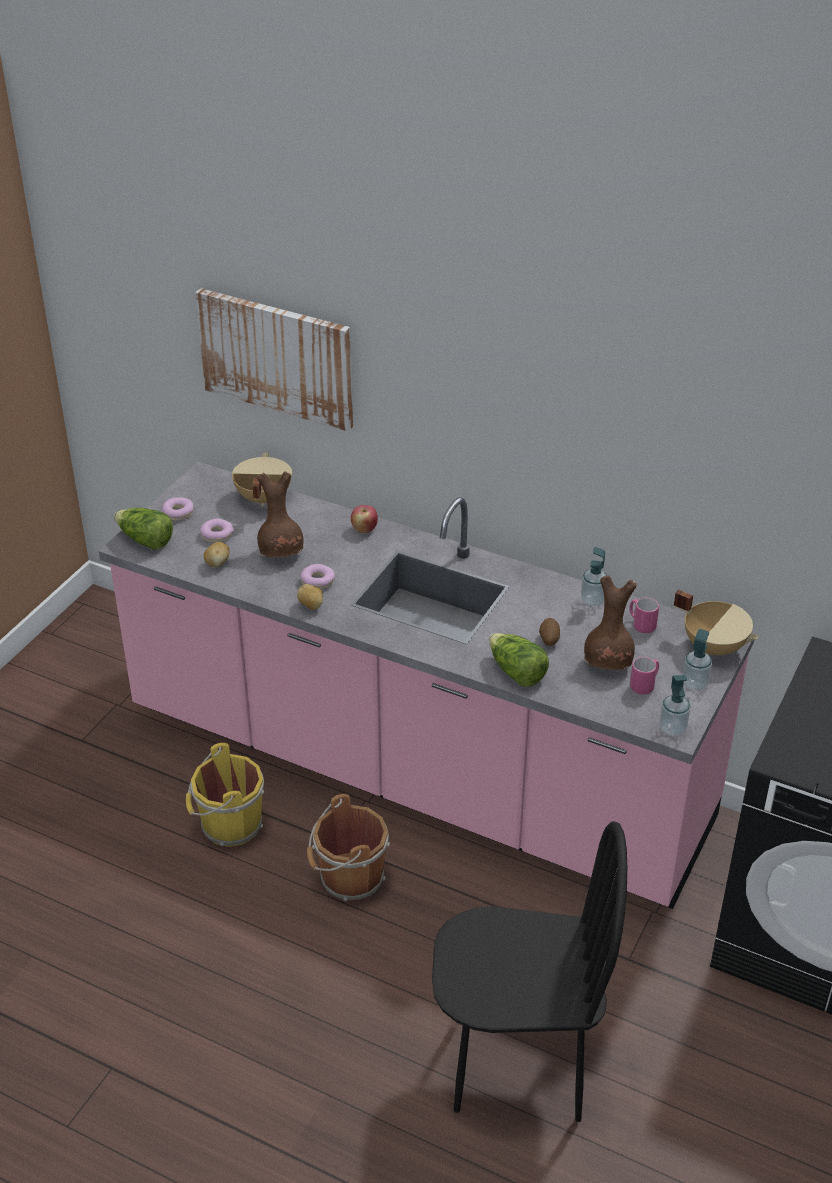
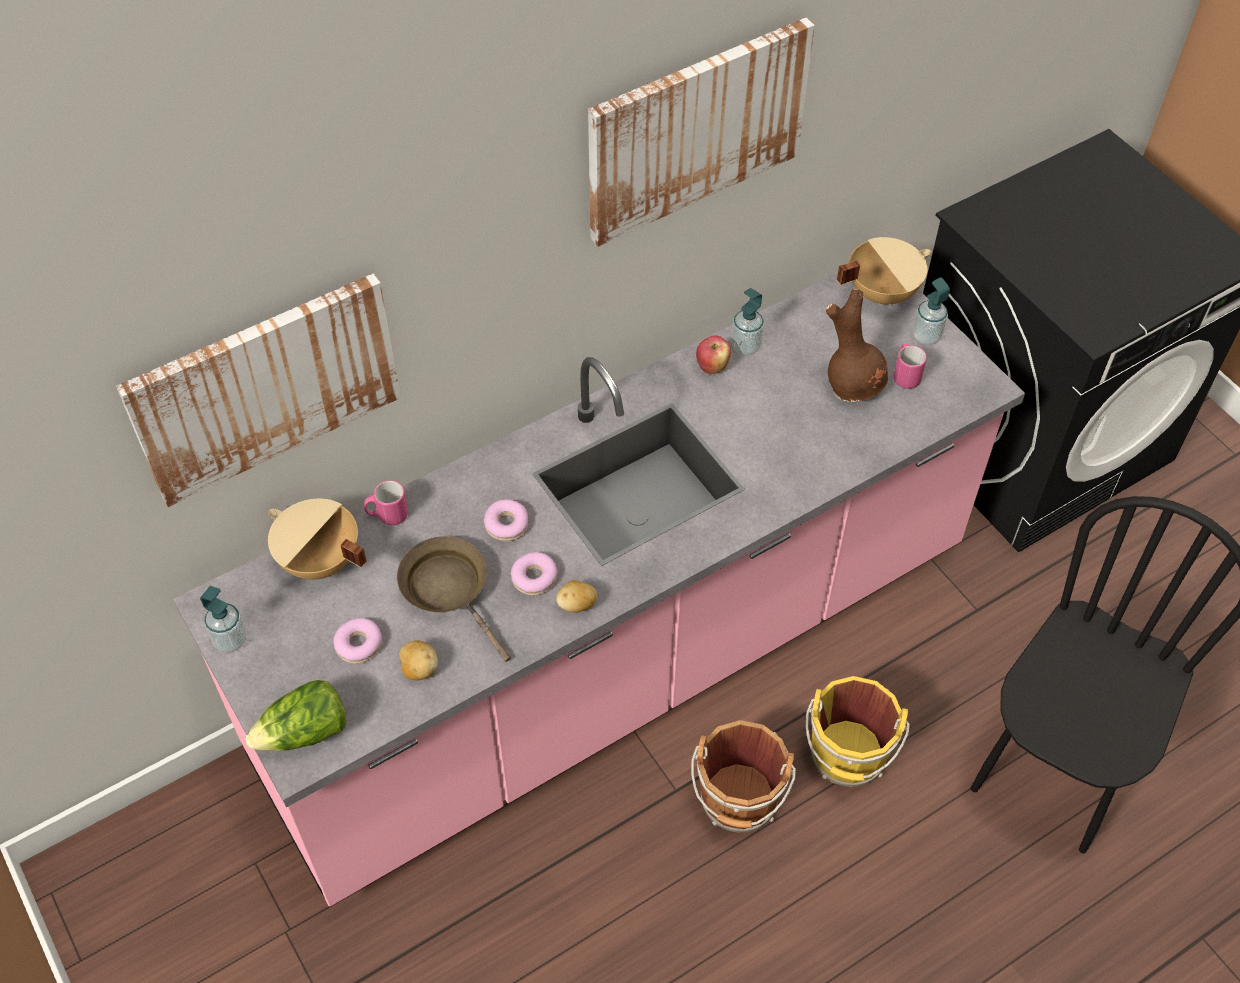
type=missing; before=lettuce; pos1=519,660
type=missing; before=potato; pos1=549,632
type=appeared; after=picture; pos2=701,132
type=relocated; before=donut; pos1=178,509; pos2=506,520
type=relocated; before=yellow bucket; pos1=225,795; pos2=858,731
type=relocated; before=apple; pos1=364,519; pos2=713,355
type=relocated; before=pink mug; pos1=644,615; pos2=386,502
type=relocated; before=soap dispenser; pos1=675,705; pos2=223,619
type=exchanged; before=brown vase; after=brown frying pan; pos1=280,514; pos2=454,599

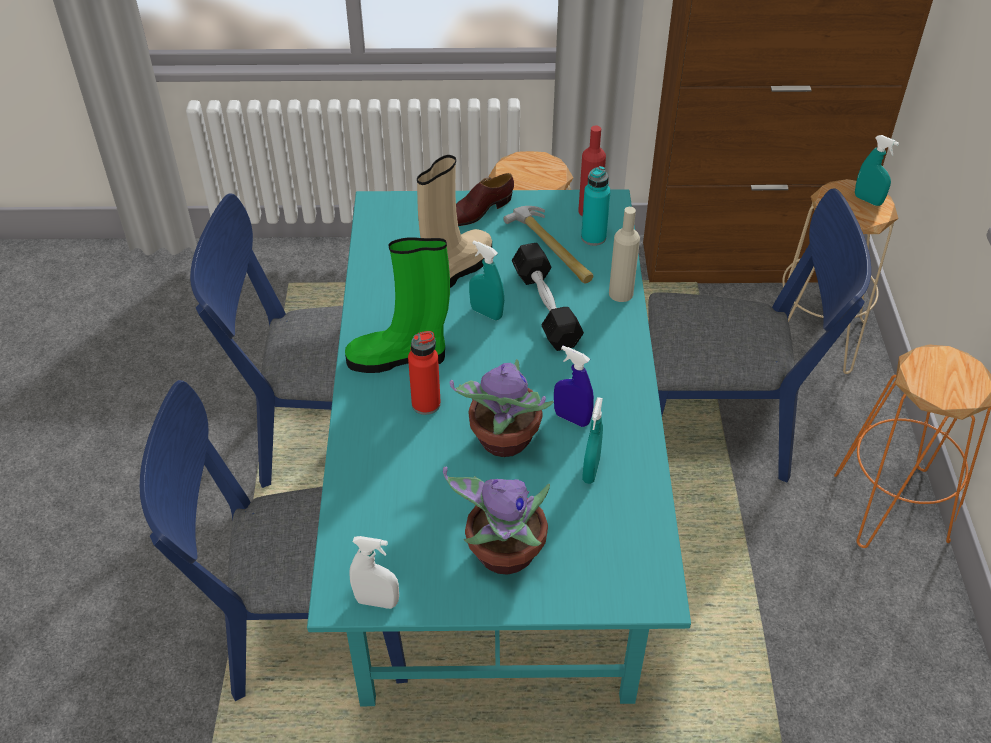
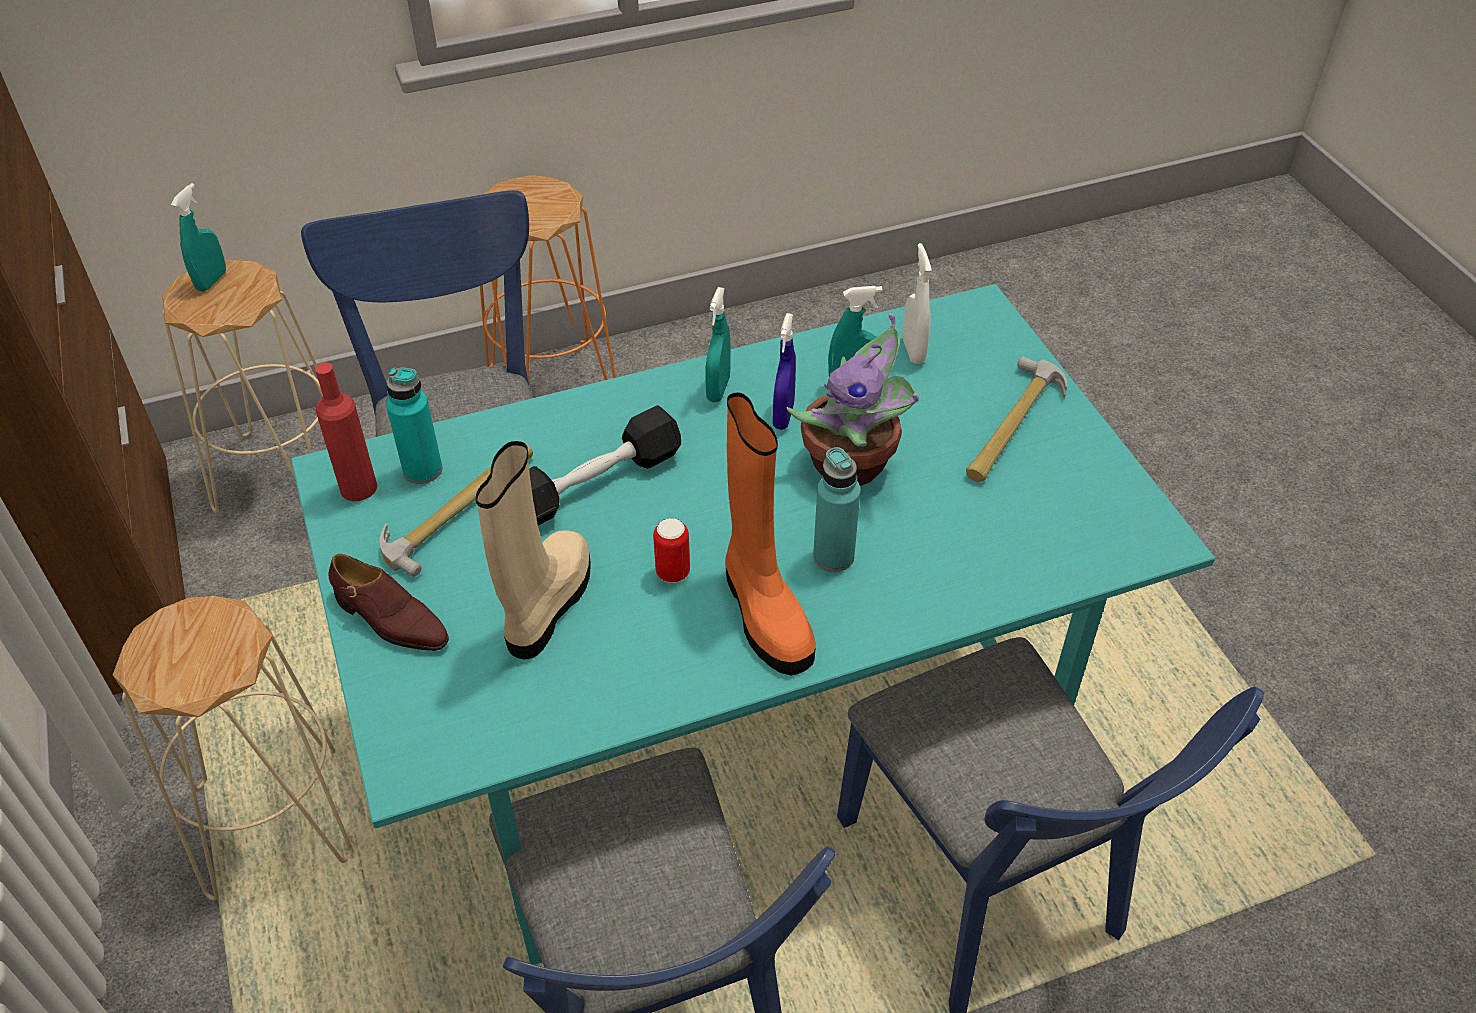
type=missing; before=beige bottle; pos1=624,254
type=appeared; after=can; pos2=671,550
type=relocated; before=white spray bottle; pos1=374,572; pos2=917,303
type=relocated; before=turquoise spray bottle; pos1=486,280; pos2=718,344
type=exchanged; before=potted plant; after=hammer; pos1=496,520; pos2=1016,419
type=colour; before=green boot; after=orange boot; pos1=397,305; pos2=770,534
type=colour; before=red bottle; after=turquoise bottle; pos1=424,373; pos2=837,509
type=spun; before=beige boot; pos1=454,221; pos2=533,550; turn=90

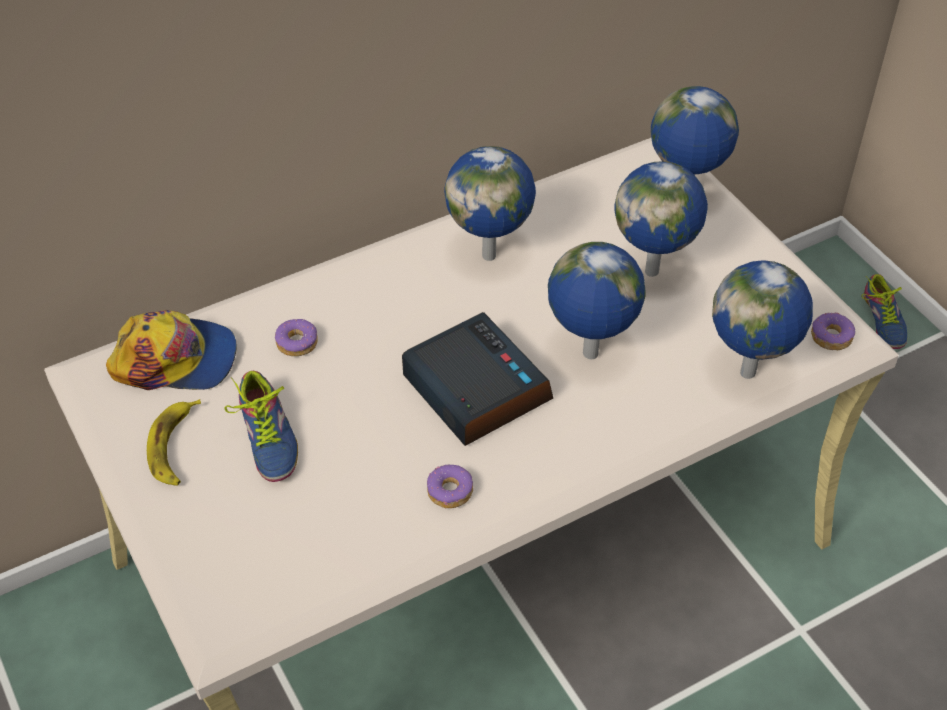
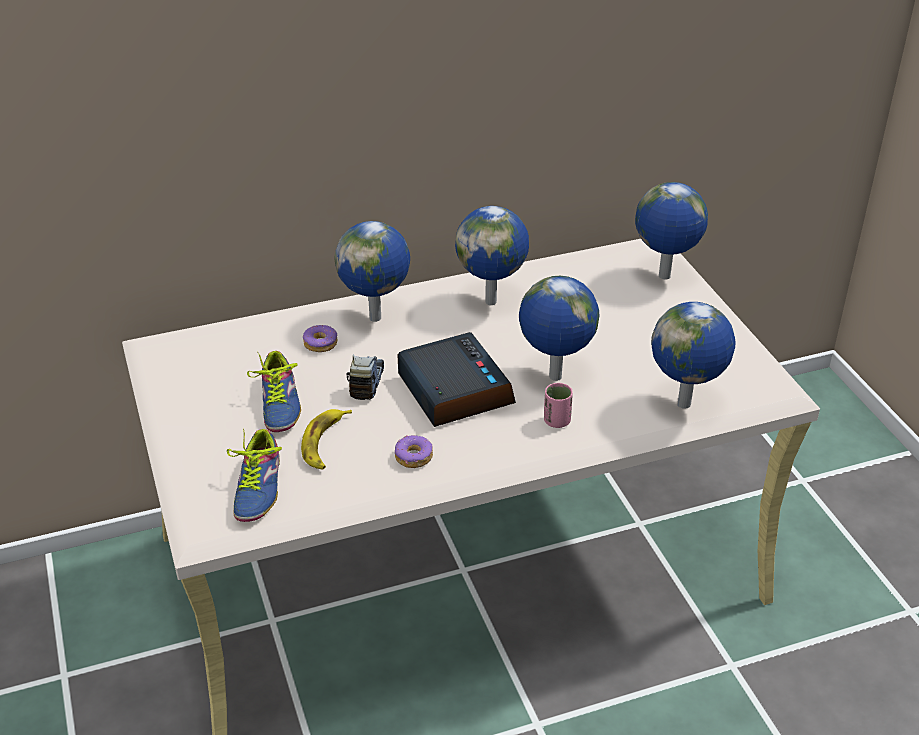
type=missing; before=cap; pos1=171,350
type=missing; before=donut; pos1=833,331
type=appeared; after=toy truck; pos2=365,377
type=appeared; after=pink cup; pos2=558,405
type=relocated; before=banana; pos1=174,442; pos2=326,439
type=relocated; before=globe; pos1=661,219; pos2=372,271
type=relocated; before=shoe; pos1=884,311; pos2=254,475

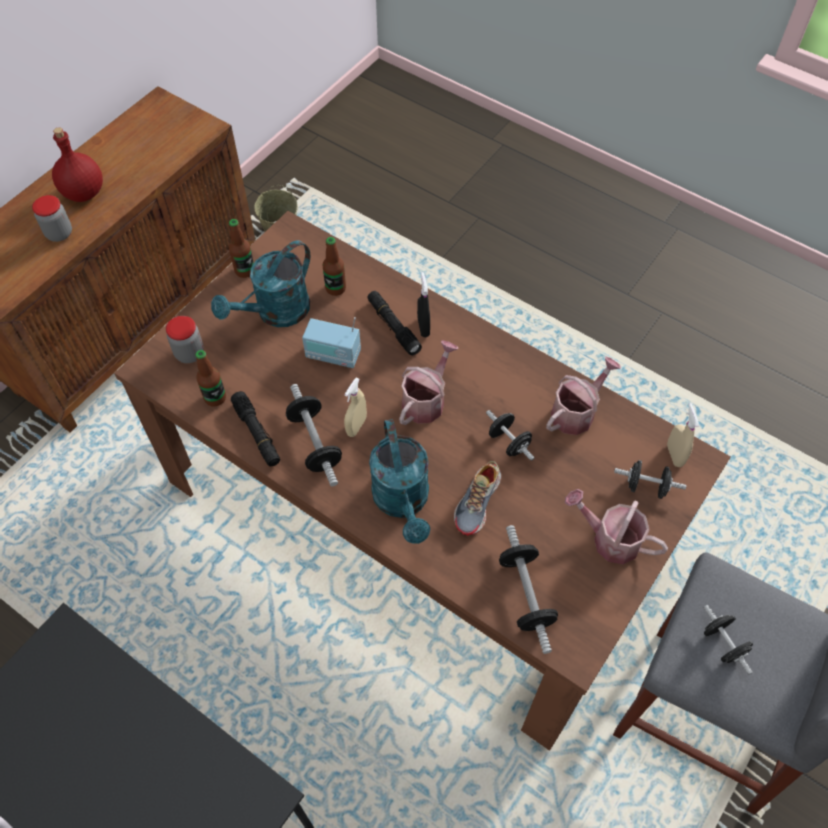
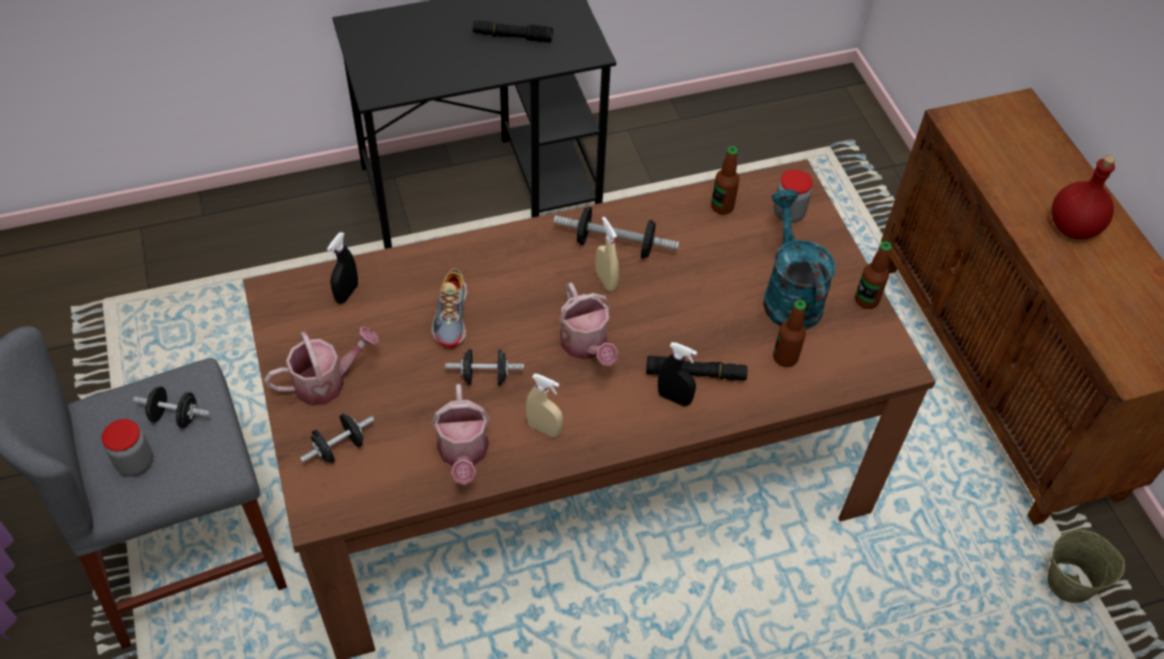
type=missing; before=radio; pos1=331,342
type=missing; before=turquoise watering can; pos1=399,481
type=relocated; before=jar; pos1=52,218; pos2=127,447
type=relocated; before=black flashlight; pos1=255,428; pos2=513,31
type=relocated; before=beige spray bottle; pos1=683,435; pos2=544,405
type=exchanged; before=dumbbell; after=black spray bottle; pos1=528,589; pos2=342,268
type=spun; before=shoe; pos1=477,498; pos2=449,308; turn=-150

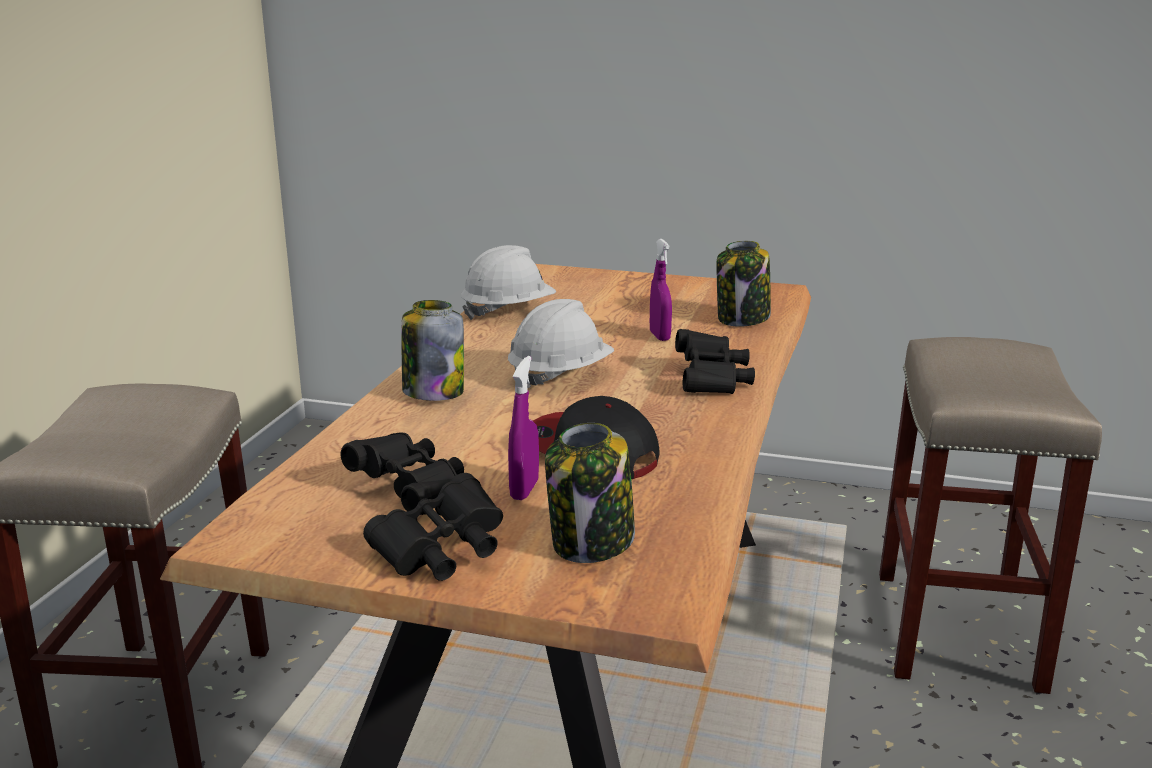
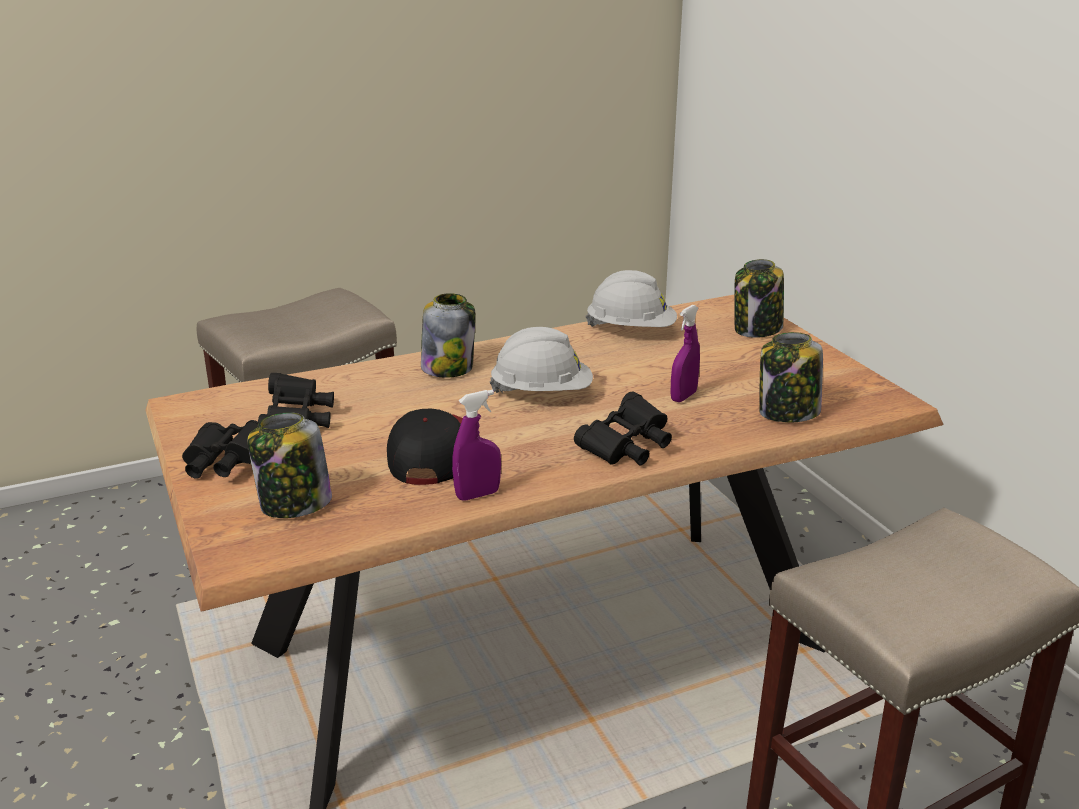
type=appeared; after=jar; pos2=759,298
type=relocated; before=purple spray bottle; pos1=523,428; pos2=476,445

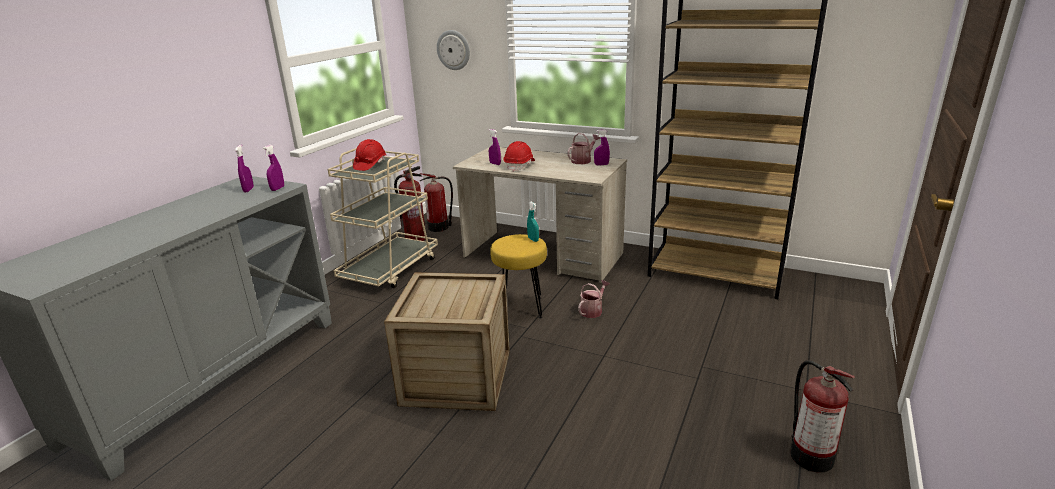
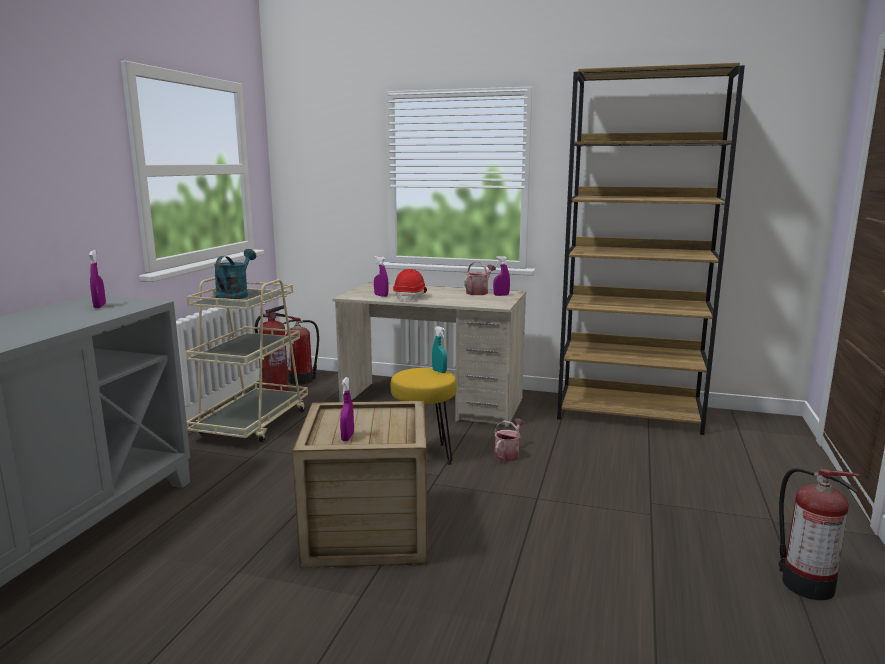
type=missing; before=wall clock; pos1=453,50
type=relocated; before=purple spray bottle; pos1=273,168; pos2=347,409
type=exchanged; before=red hard hat; after=turquoise watering can; pos1=369,155; pos2=235,274

